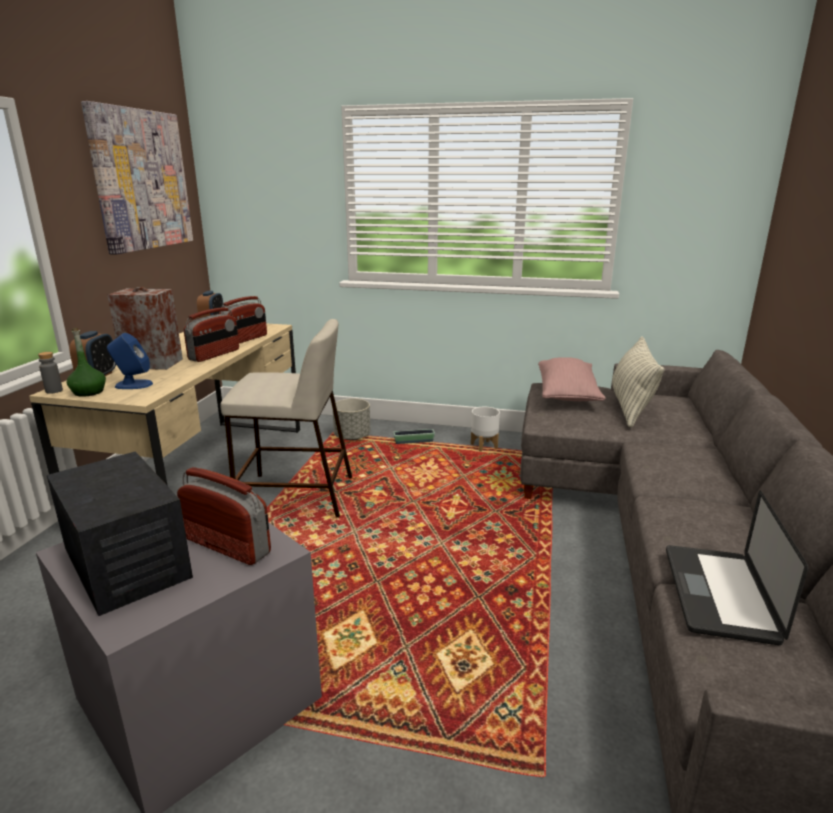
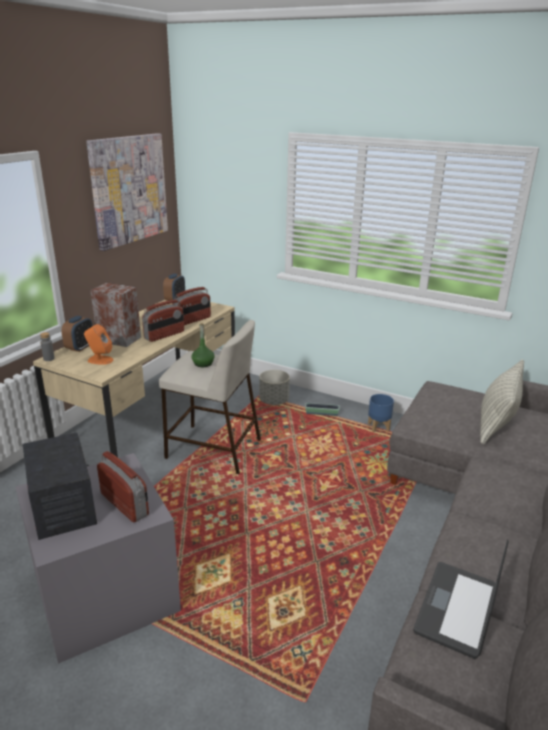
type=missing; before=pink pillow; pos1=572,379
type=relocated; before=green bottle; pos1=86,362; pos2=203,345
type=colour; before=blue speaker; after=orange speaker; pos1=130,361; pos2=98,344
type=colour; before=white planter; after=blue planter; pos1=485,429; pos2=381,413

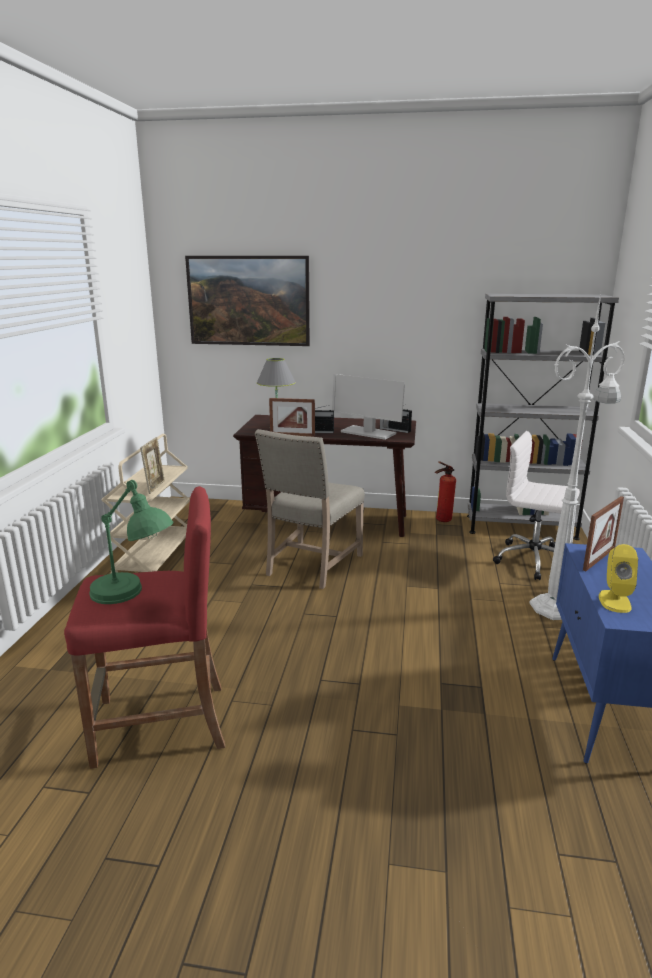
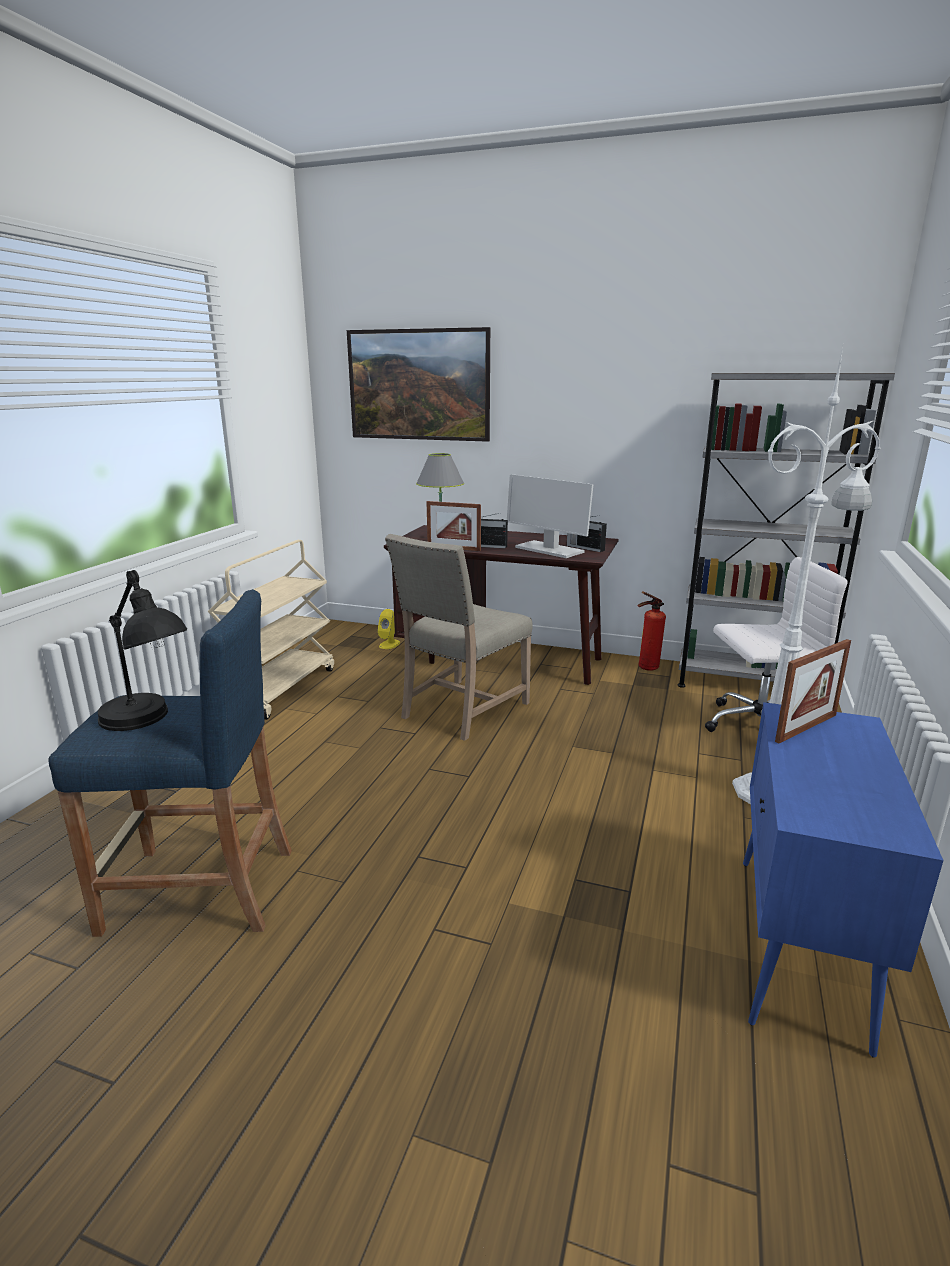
type=missing; before=picture frame; pos1=152,465
type=relocated; before=yellow speaker; pos1=618,578; pos2=389,629
type=colour; before=red stool; after=blue stool; pos1=144,627; pos2=170,763
type=colour; before=green table lamp; after=black table lamp; pos1=131,542; pos2=142,650
type=spun; before=white office chair; pos1=536,505; pos2=776,644; turn=135

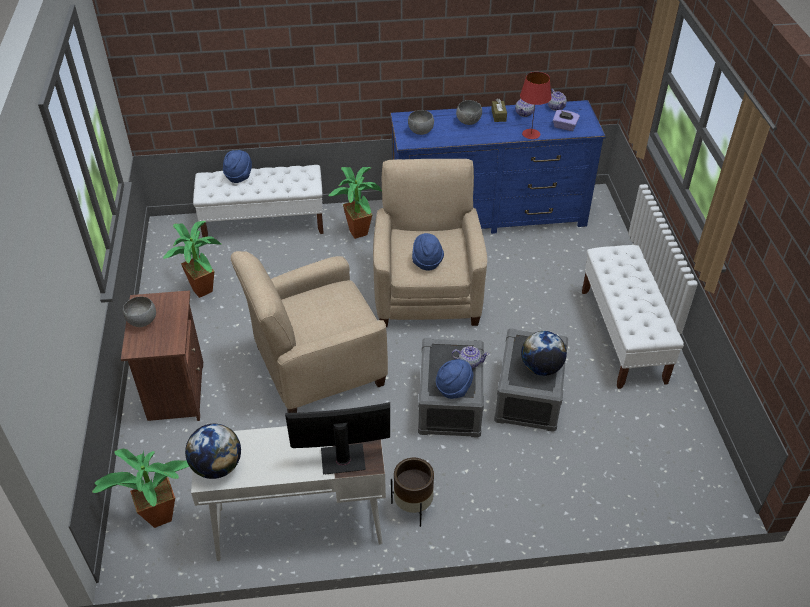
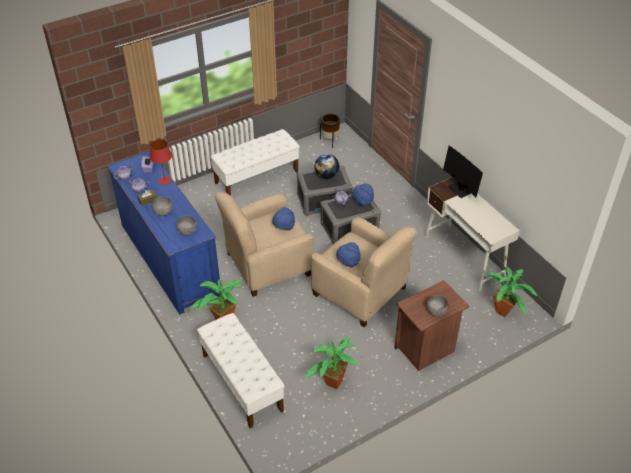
type=missing; before=globe; pos1=213,451
type=relocated; before=blue hat; pos1=237,166; pos2=348,255
type=relocated; before=brown planter; pos1=412,492; pos2=330,130

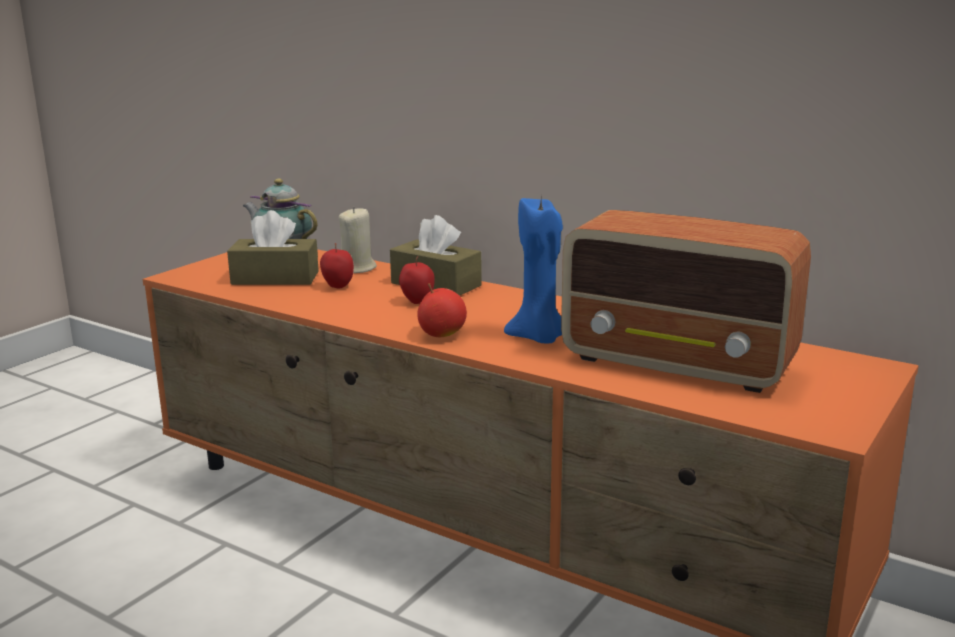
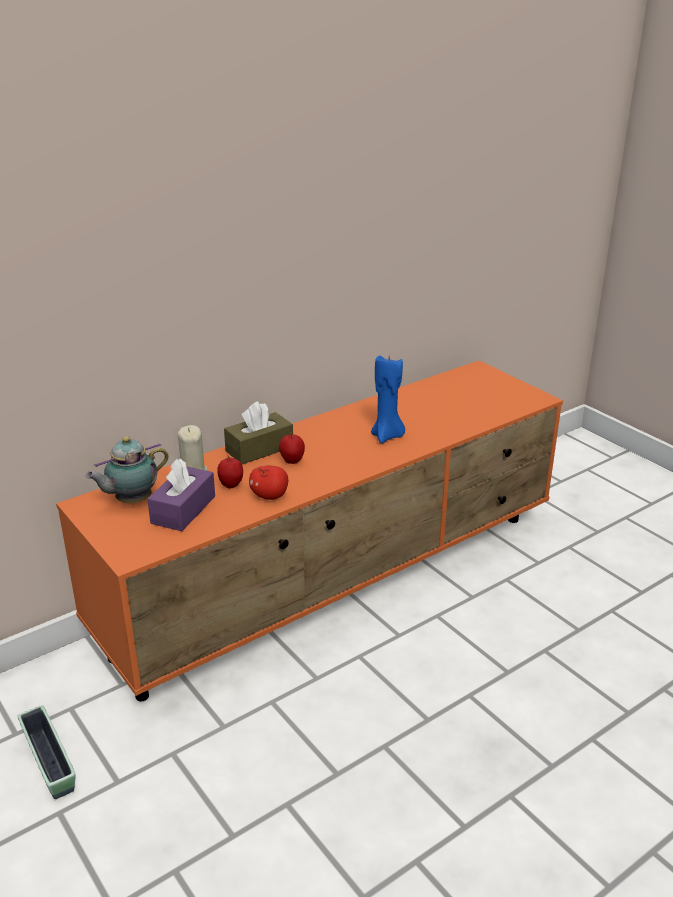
type=missing; before=radio; pos1=686,301
type=appeared; after=planter; pos2=46,752
type=relocated; before=apple; pos1=442,310; pos2=268,483
type=colour; before=brown tissue box; after=purple tissue box; pos1=273,247; pos2=181,495

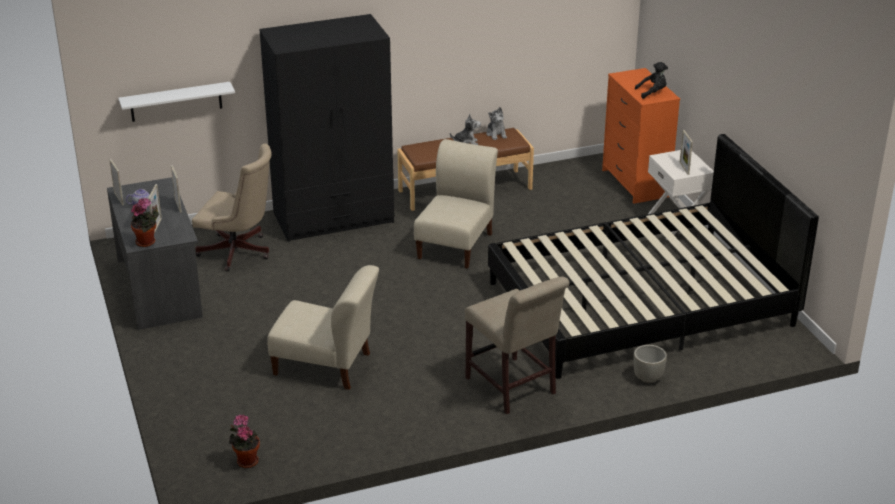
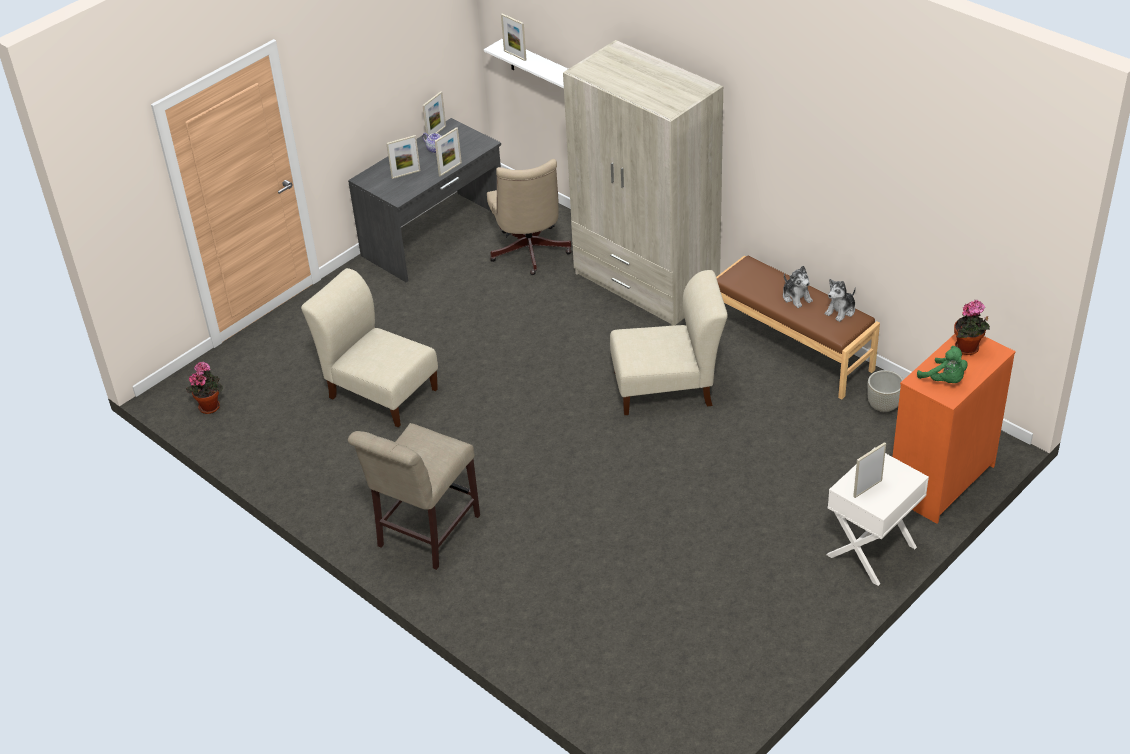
type=missing; before=black bed; pos1=653,256
type=appeared; after=picture frame; pos2=514,37
type=relocated; before=potted plant; pos1=145,222; pos2=972,327
type=relocated; before=grey planter; pos1=650,364; pos2=885,391
type=colour; before=black wardrobe; after=beige wardrobe; pos1=326,128; pos2=643,183
type=colour; before=black plush toy; after=green plush toy; pos1=651,80; pos2=942,364
type=spun; before=beige chair; pos1=323,327; pos2=369,347; turn=135

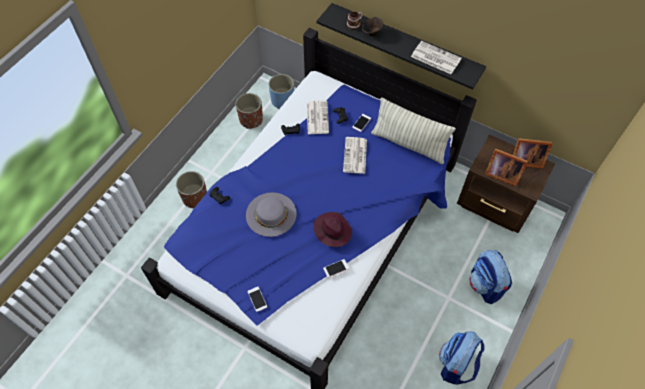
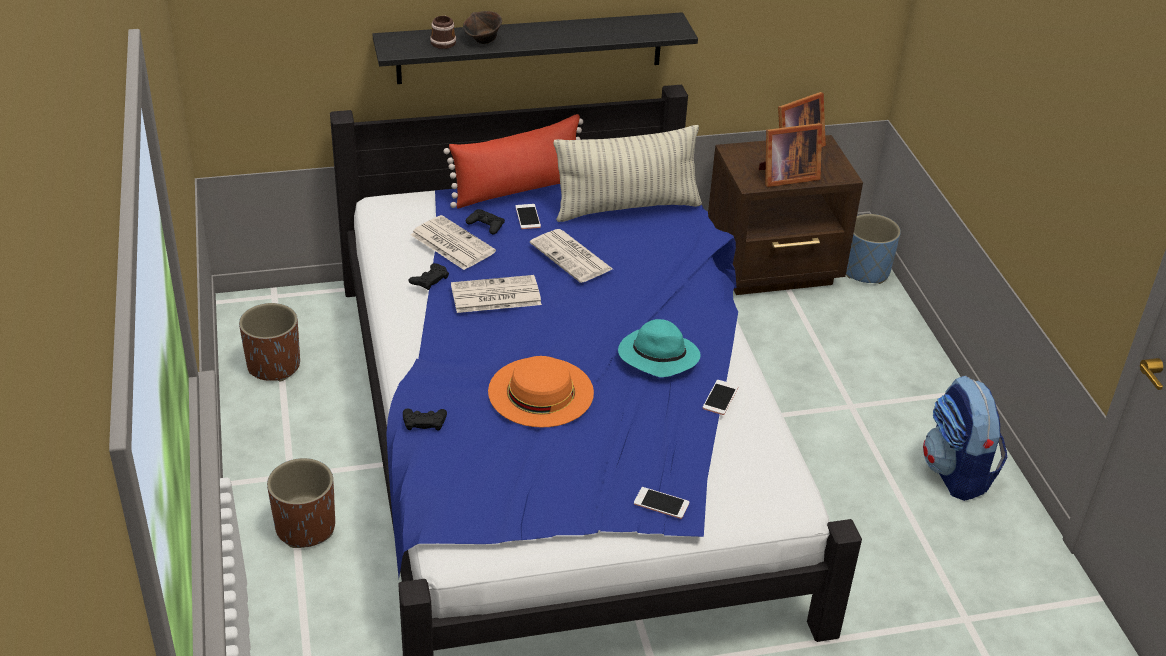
type=missing; before=backpack; pos1=490,277
type=appeared; after=red pillow; pos2=513,161
type=relocated; before=blue planter; pos1=281,91; pos2=873,249
type=relocated; before=newspaper; pos1=436,57; pos2=496,294
type=colour; before=grey hat; after=orange hat; pos1=271,215; pos2=541,392
type=colour; before=purple hat; after=turquoise hat; pos1=332,229; pos2=659,348

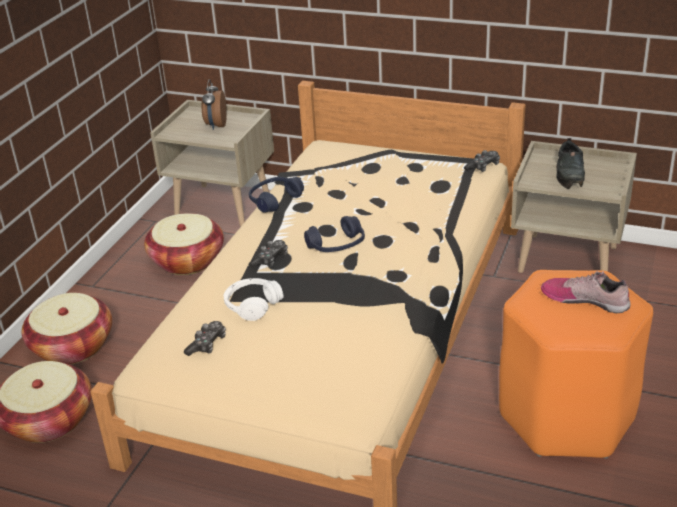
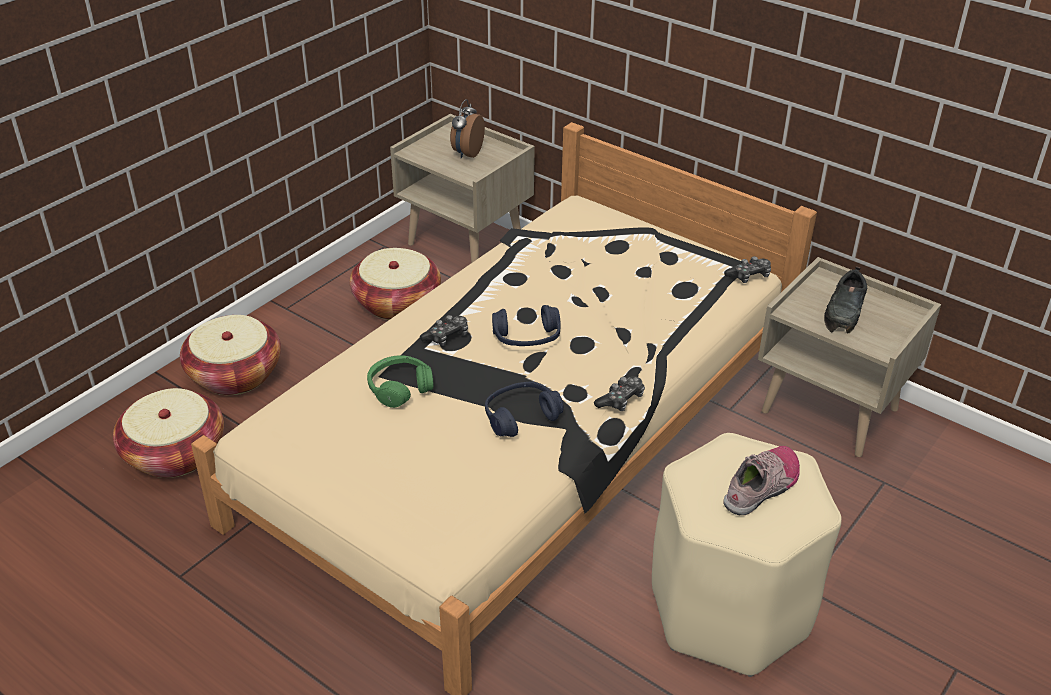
type=relocated; before=game controller; pos1=205,338; pos2=619,393
type=relocated; before=blue headphones; pos1=276,195; pos2=524,409
type=colour; before=white headphones; after=green headphones; pos1=254,299; pos2=400,381
type=colour; before=orange stool; after=beige stool; pos1=576,364; pos2=746,555
type=spun; before=shoe; pos1=586,292; pos2=761,480; turn=90

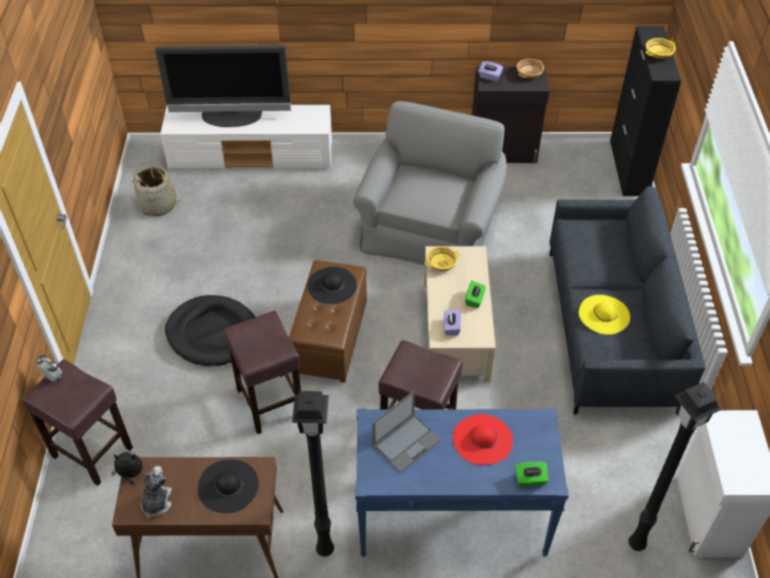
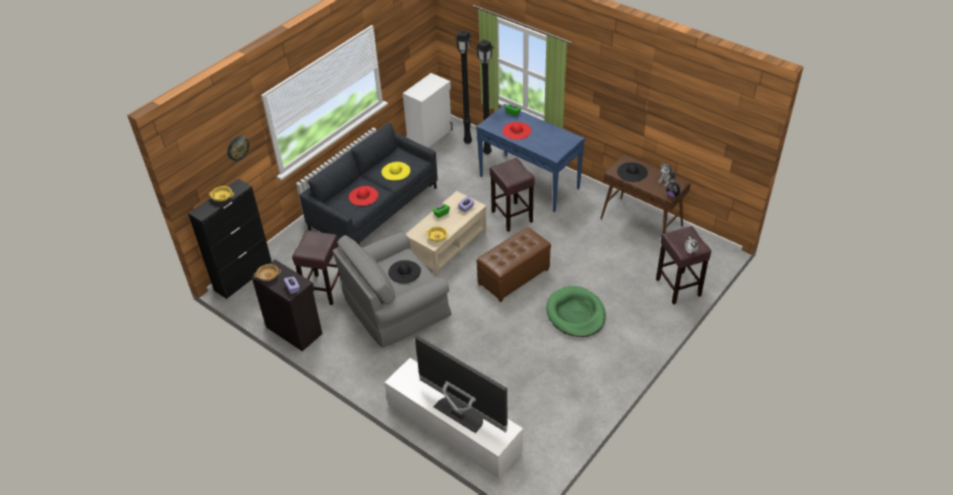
type=missing; before=basket; pos1=157,191
type=missing; before=laptop; pos1=406,432
type=appeared; after=wall clock; pos2=238,148
type=appeared; after=red hat; pos2=363,196
type=relocated; before=brown stool; pos1=262,372; pos2=316,267
type=relocated; before=black floor lamp; pos1=313,474; pos2=484,96
type=relocated; before=black hat; pos1=332,285; pos2=404,272
type=colour; before=black dog bed; after=green dog bed; pos1=210,330; pos2=576,311

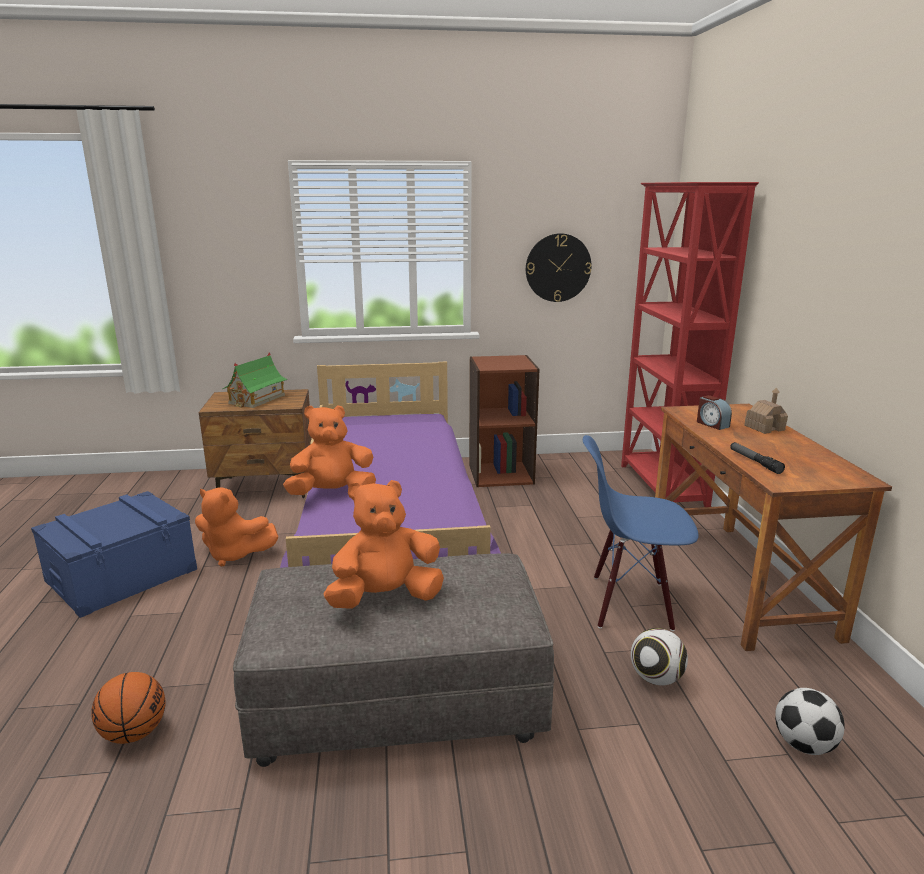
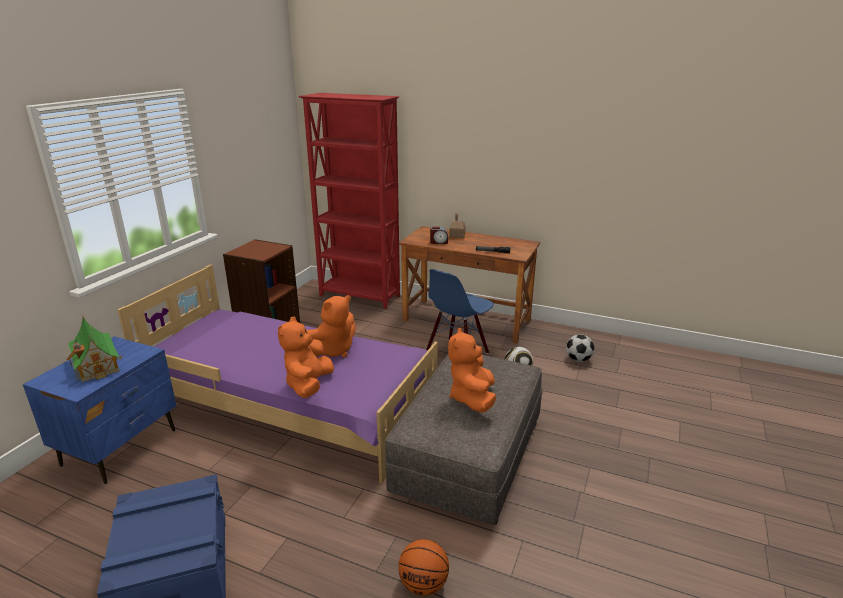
type=missing; before=wall clock; pos1=558,267
type=relocated; before=orange plush toy; pos1=236,527; pos2=331,326
type=colour; before=brown nightstand; after=blue nightstand; pos1=255,443; pos2=100,410

